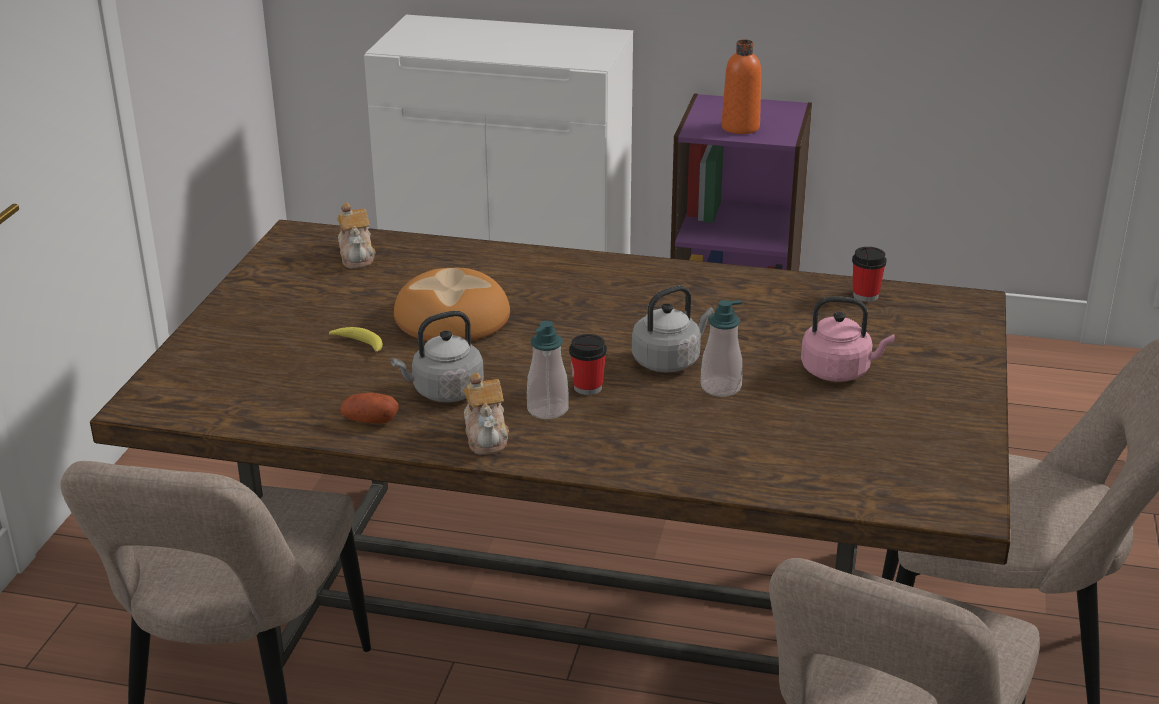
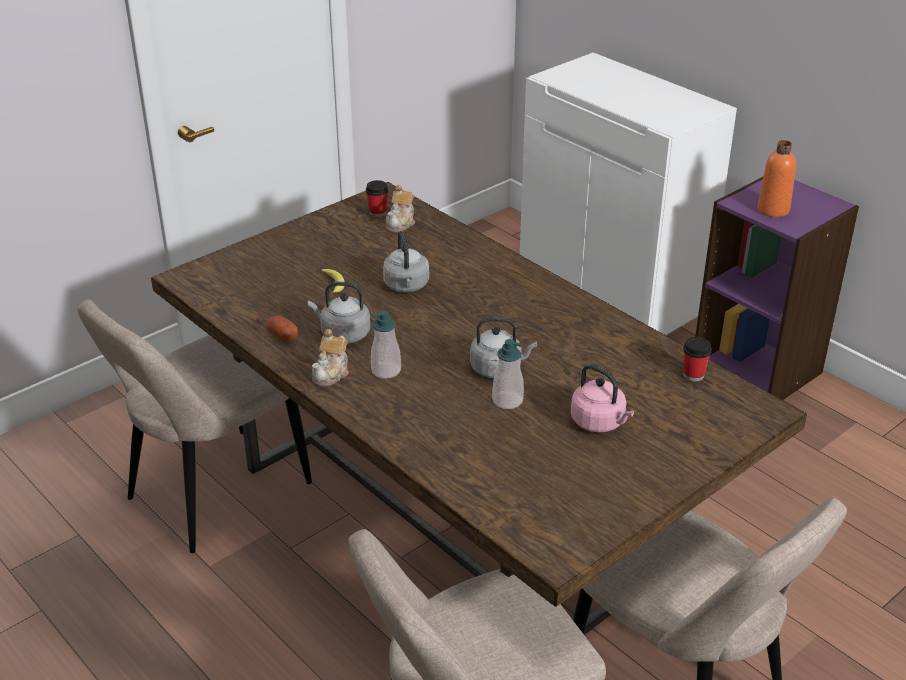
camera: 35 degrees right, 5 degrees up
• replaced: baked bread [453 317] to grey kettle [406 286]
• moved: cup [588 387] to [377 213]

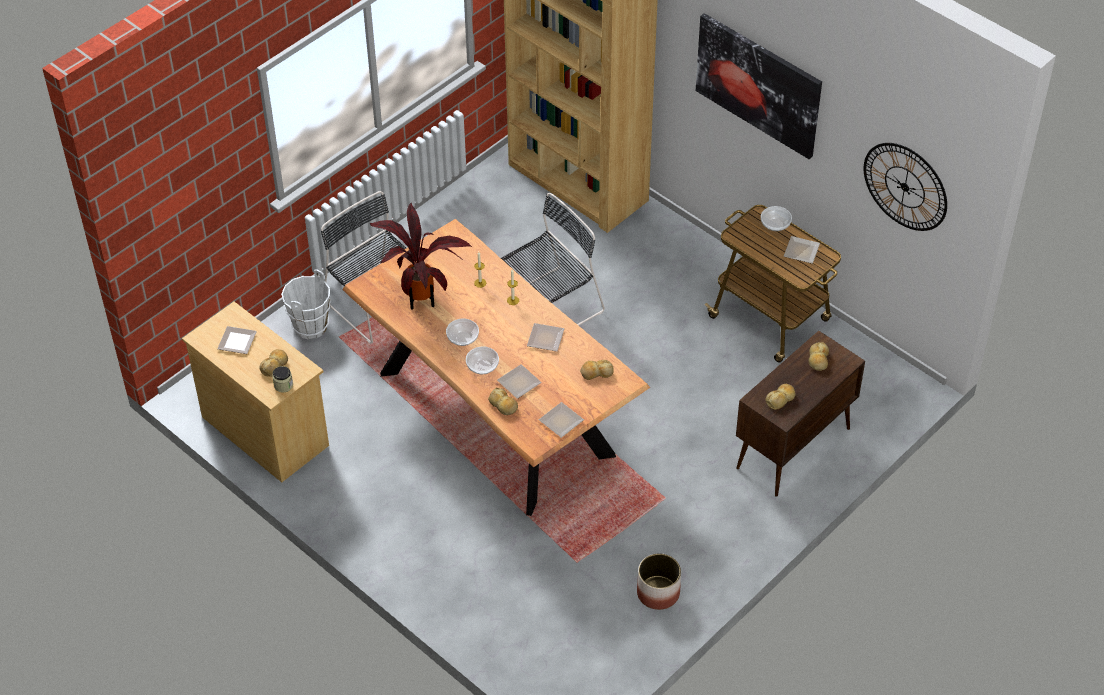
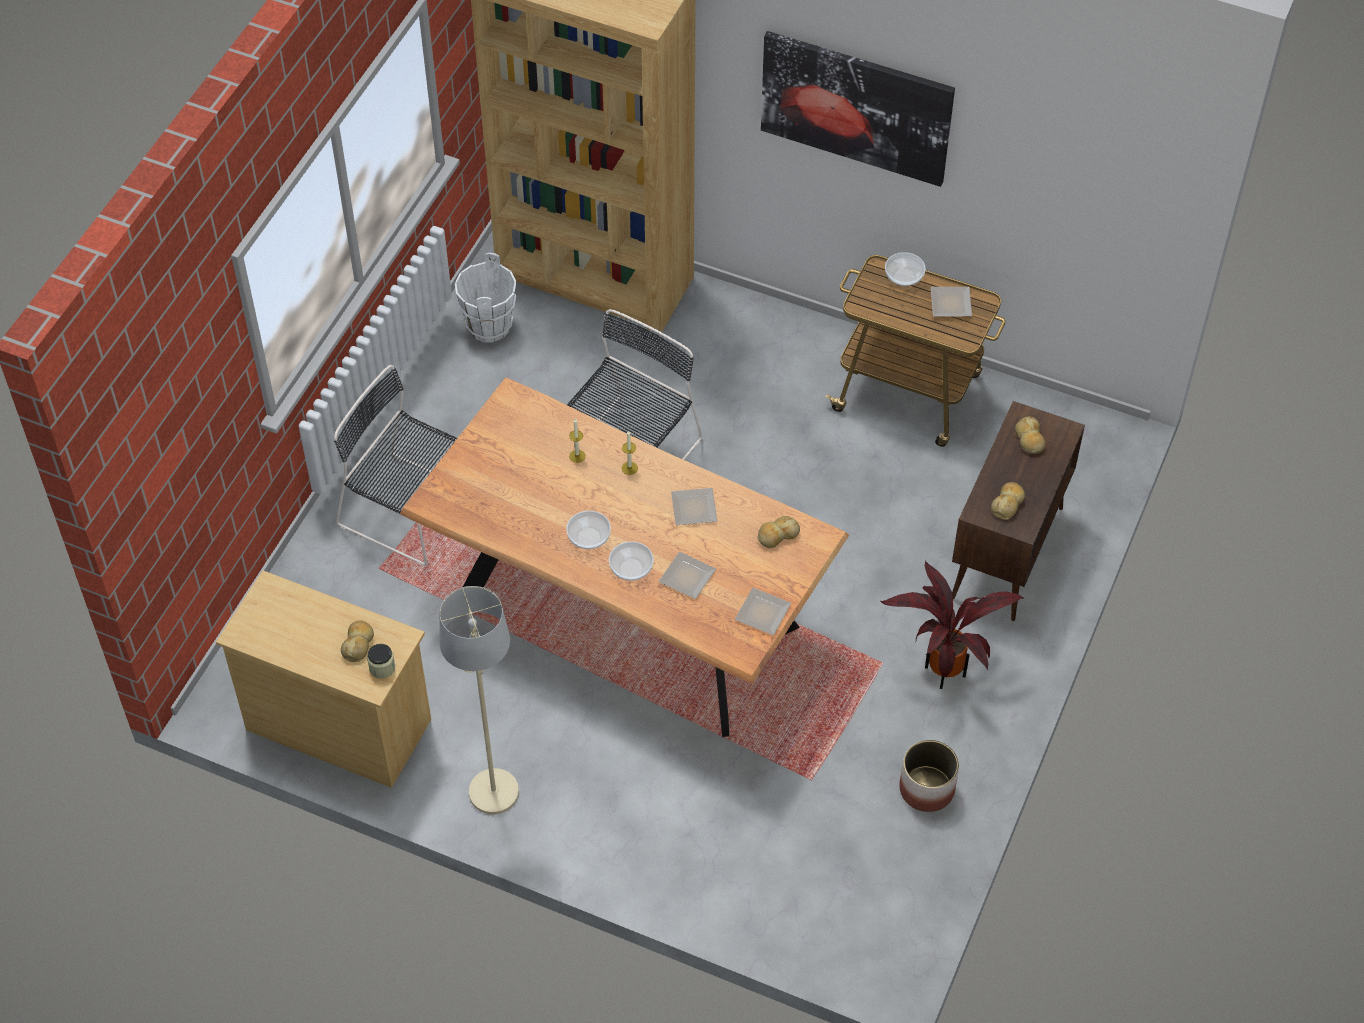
camera: 20 degrees left, 5 degrees up
• removed: clock on the wall [905 186]
• moved: potted plant [422 297] to [945 667]
• moved: white-coloured bucket [310 327] to [488 327]
• removed: dinner plate [236 341]
• removed: baked bread [503 405]
• added: beige standing lamp [494 792]

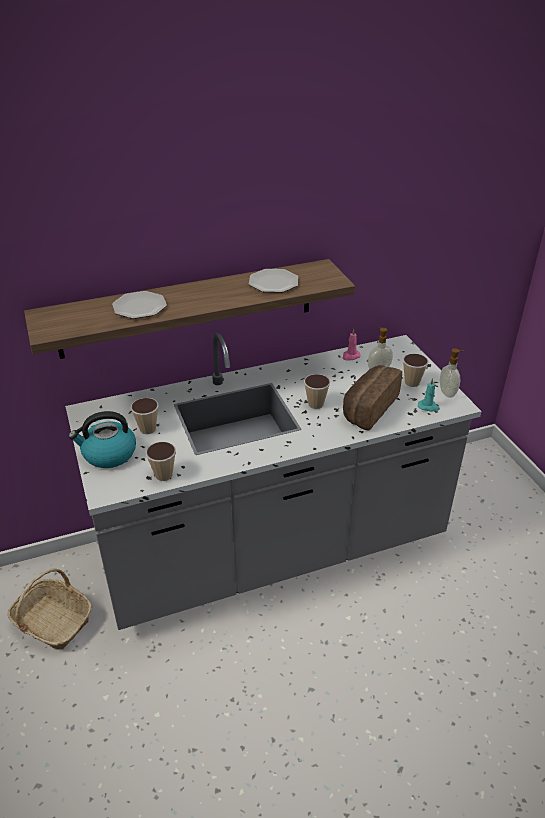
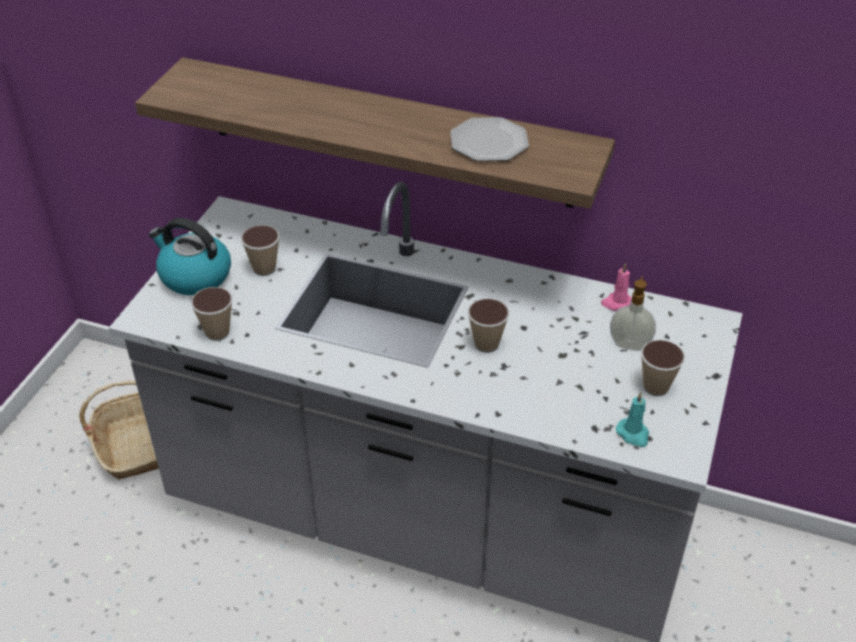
camera: 40 degrees right, 5 degrees up
• removed: dinner plate [140 307]
• removed: soap dispenser [448 392]
• removed: baked bread [368 408]

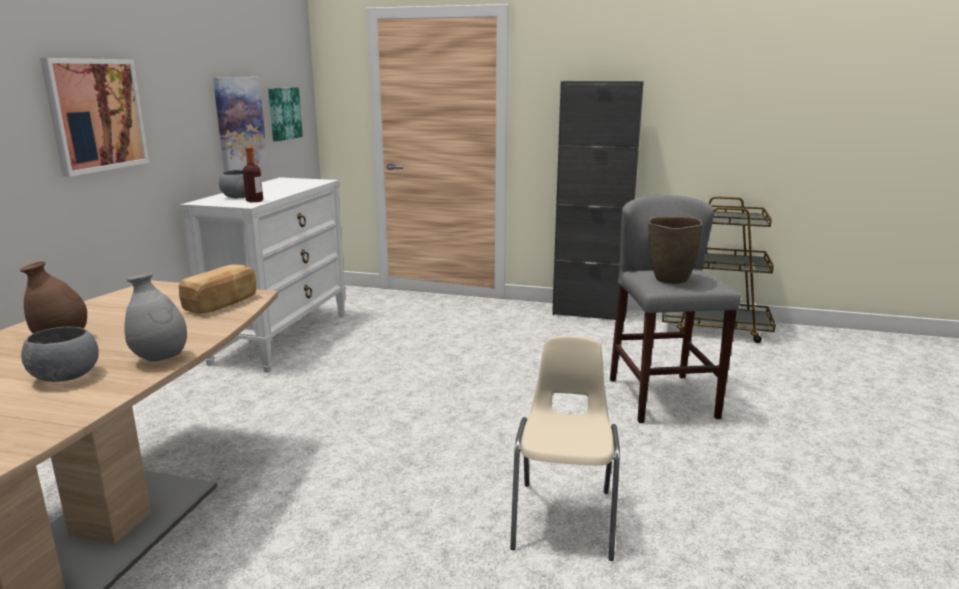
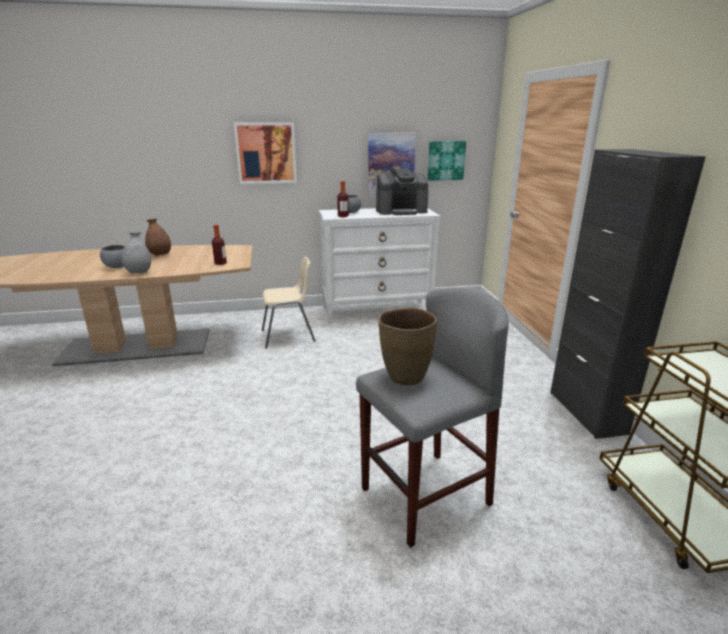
camera: 65 degrees right, 5 degrees up
• replaced: baked bread [222 304] to bottle [220 263]
• moved: beige upright chair [564 518] to [288 336]
• added: coffee machine [401 211]

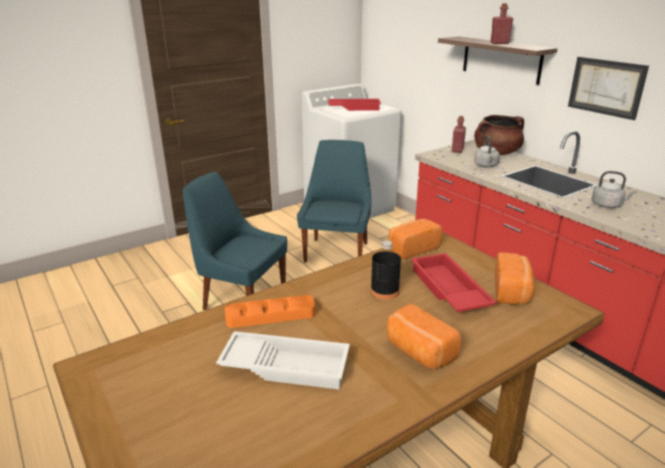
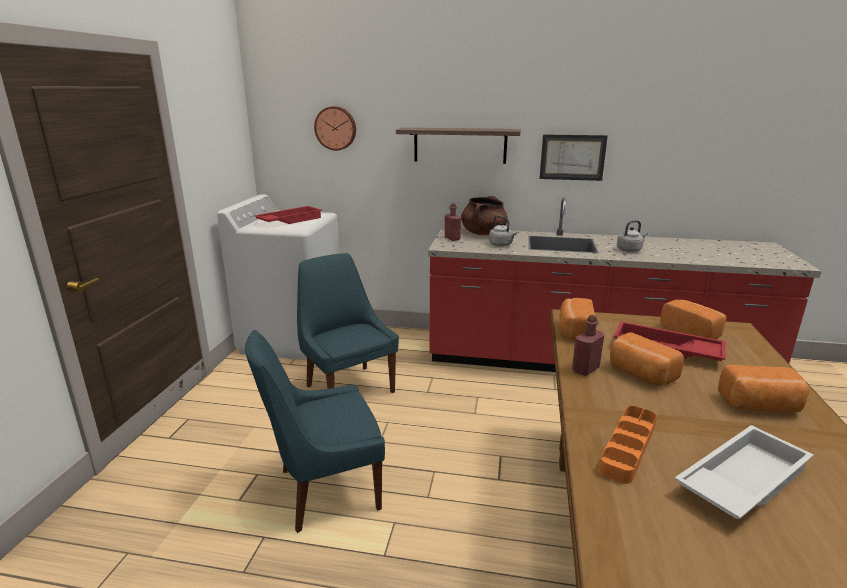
camera: 45 degrees left, 5 degrees down
• moved: reddish bottle [499 43] to [585 369]
• replaced: black-coloured bottle [385 291] to baked bread [640 374]
• added: clock on the wall [336 128]

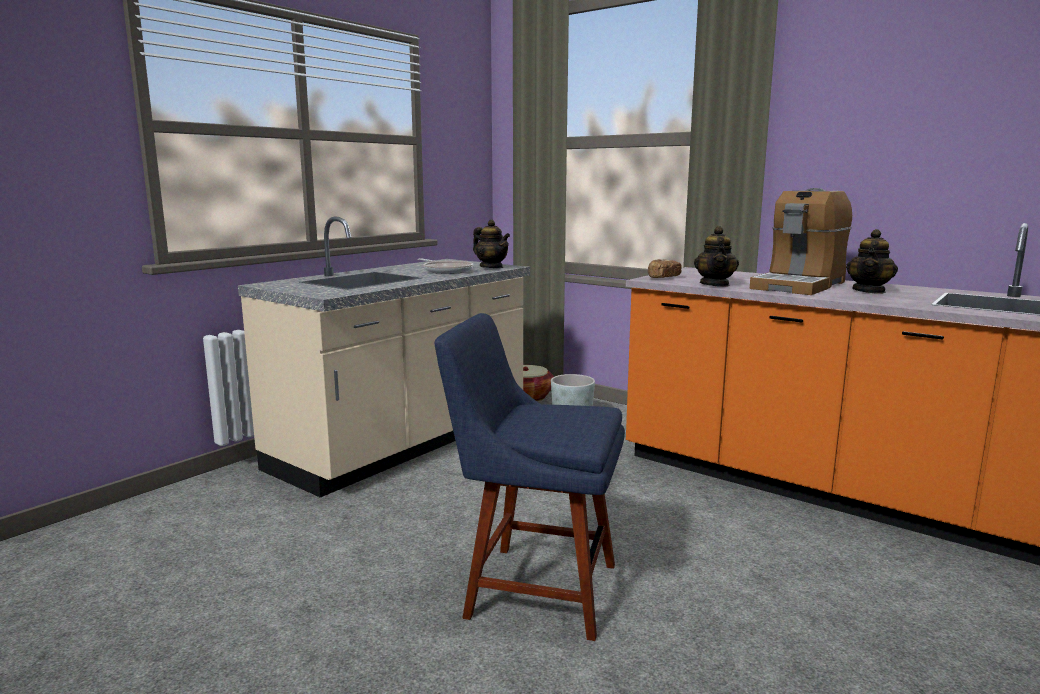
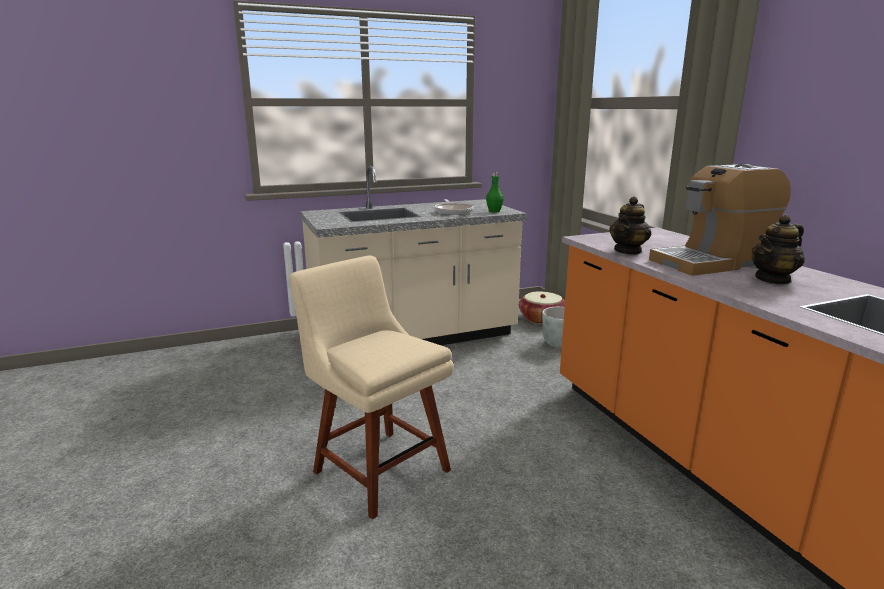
camera: 30 degrees right, 5 degrees up
• replaced: teapot [491 267] to green-coloured bottle [494 211]
• removed: baked bread [663 278]
• recoloured: blue-coloured upright chair [534 588] to beige upright chair [377 467]

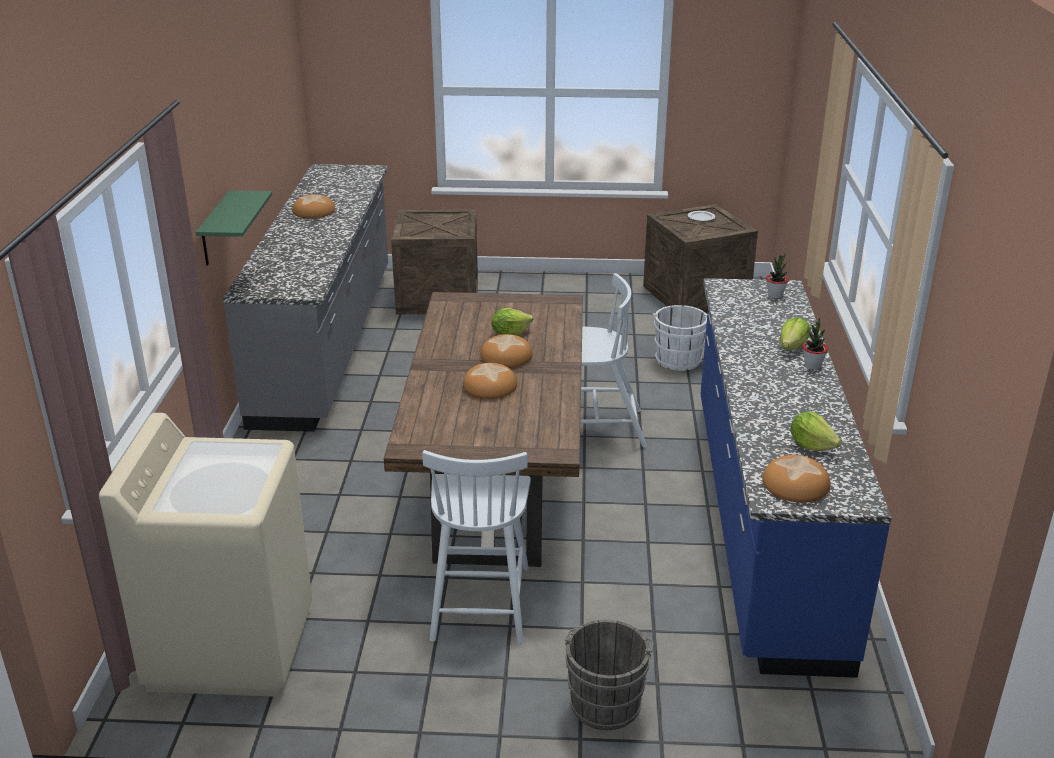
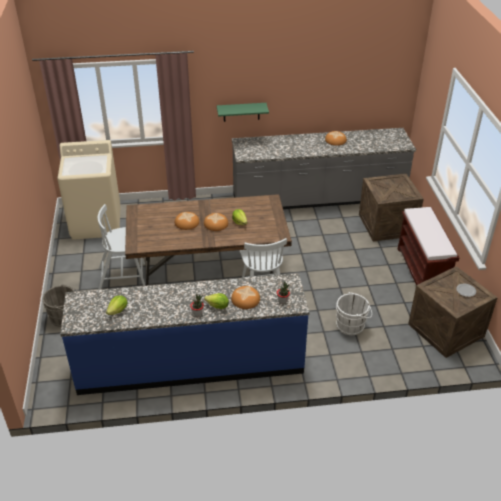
camera: 80 degrees right, 10 degrees up
• moved: baked bread [795 485] to [245 299]
• added: brown-coloured long seat [422 271]

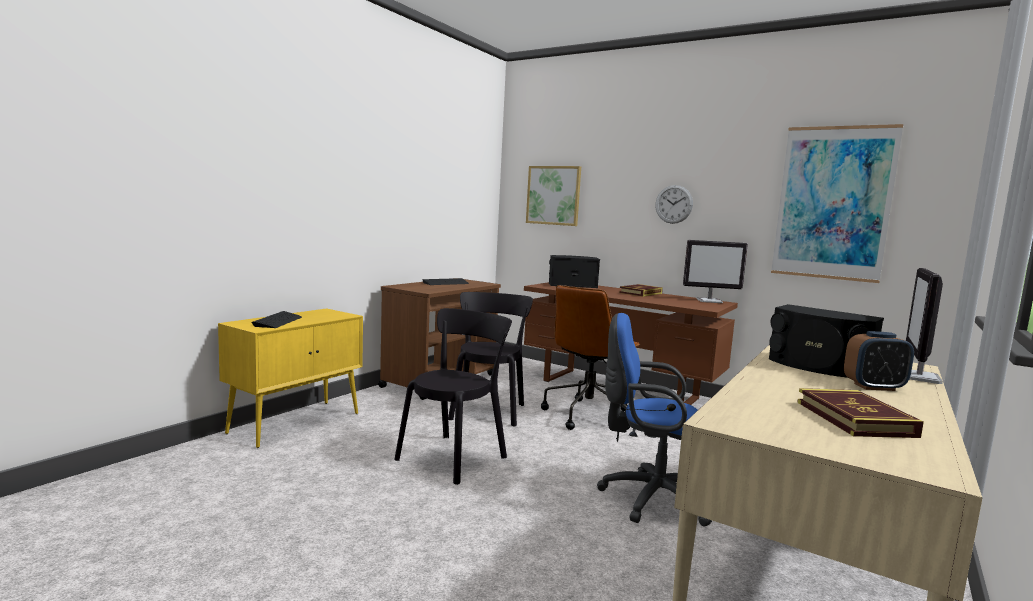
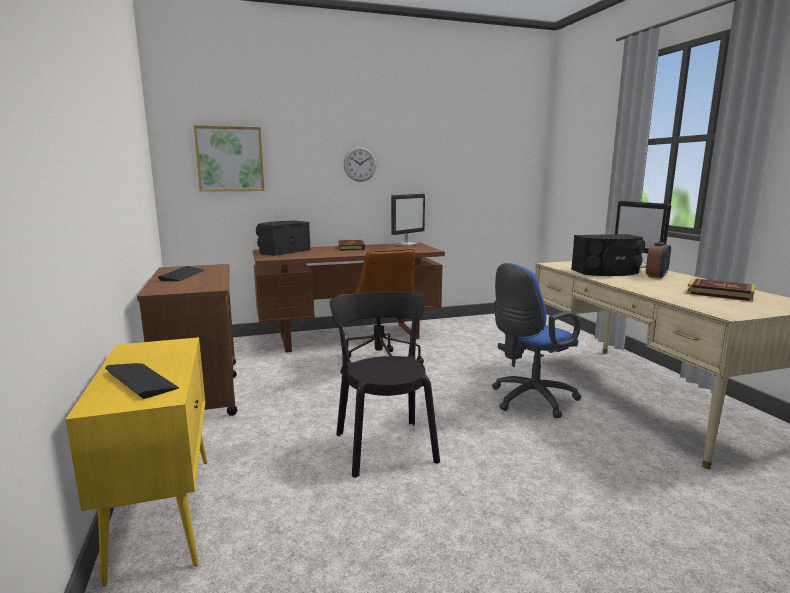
camera: 50 degrees left, 5 degrees up
• removed: wall picture [833 203]
• removed: black-coloured upright chair [488 410]

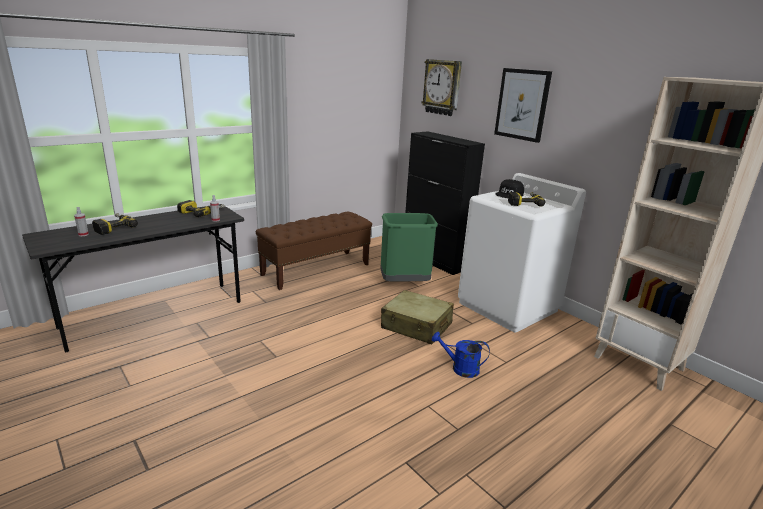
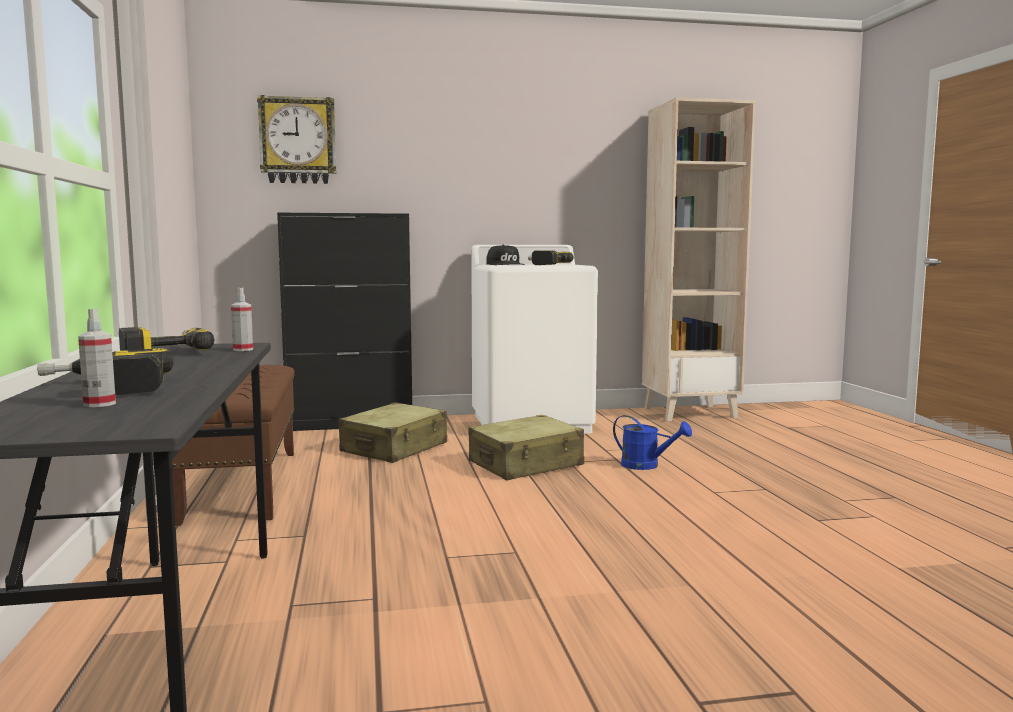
camera: 60 degrees left, 15 degrees down
• removed: wall picture [522 104]
• replaced: green-coloured waste bin [404 283] to beige piece of luggage [394 448]
• turned: blue-coloured watering pot [460 368] = [646 466] 105 degrees counterclockwise

